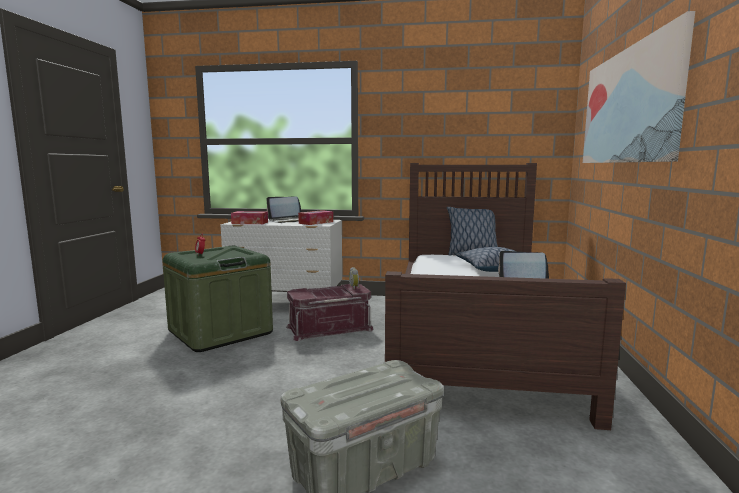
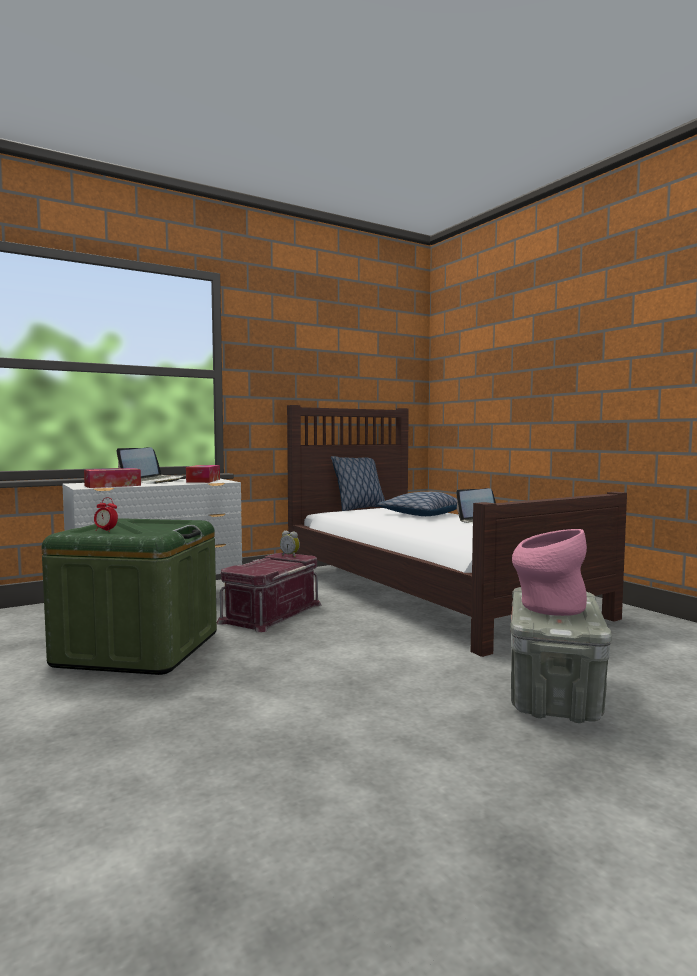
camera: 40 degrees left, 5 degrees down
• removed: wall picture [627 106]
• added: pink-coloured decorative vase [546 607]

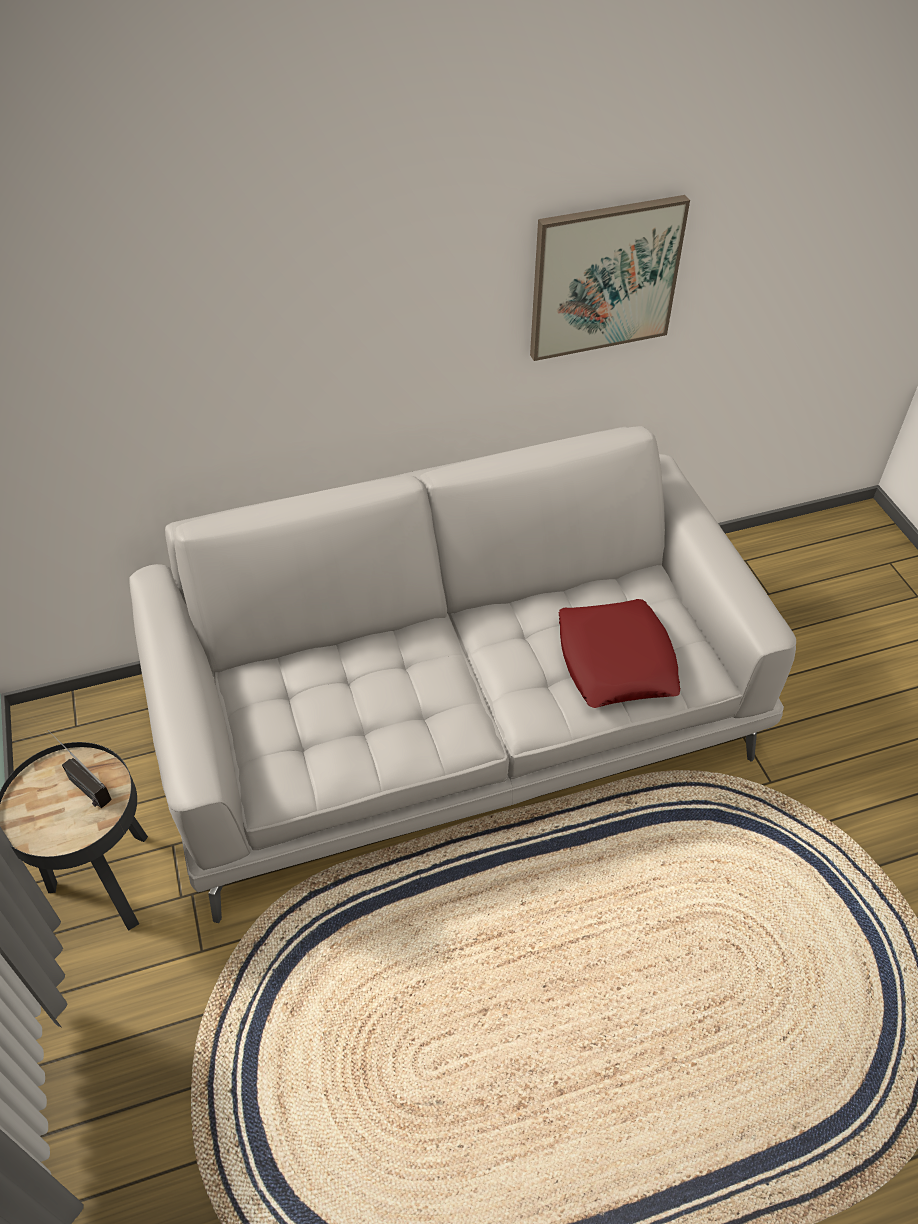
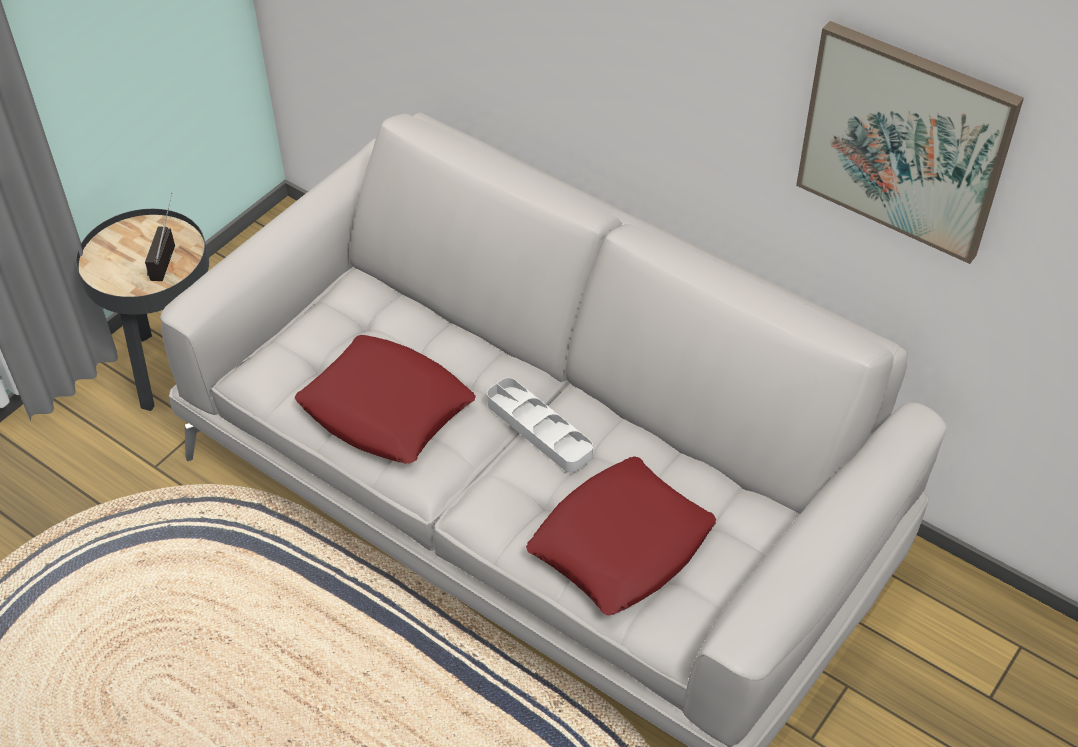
camera: 55 degrees right, 0 degrees up
• added: reddish throw pillow [386 408]
• added: grey carrying tray [539 429]

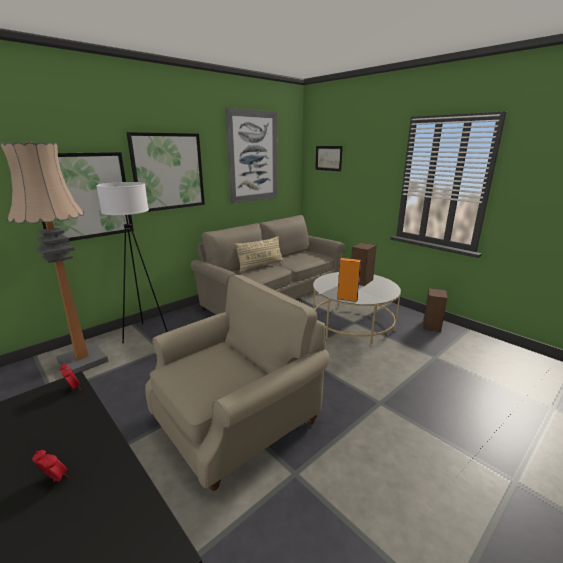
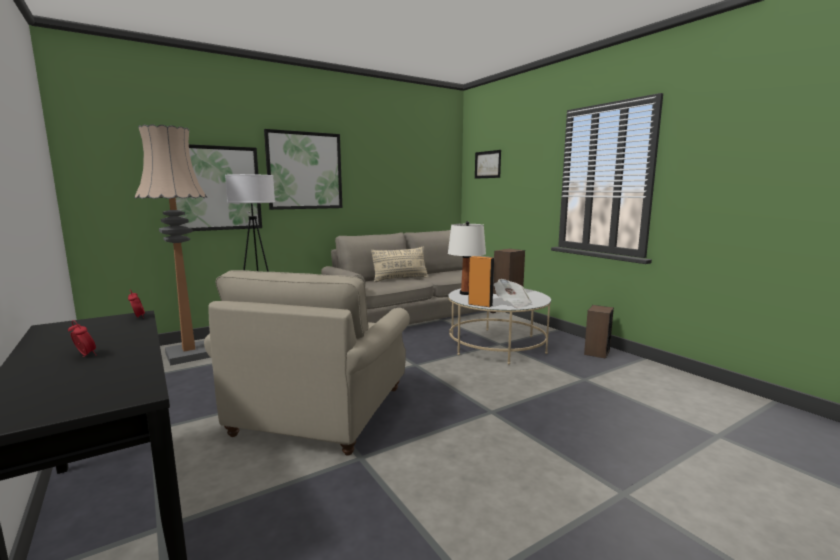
camera: 10 degrees right, 10 degrees down
• removed: wall picture [253 157]
• turned: beige armchair [237 420] = [321 411] 135 degrees clockwise
• added: white-coloured tabletop lamp [466 293]
• added: newspaper [511 303]

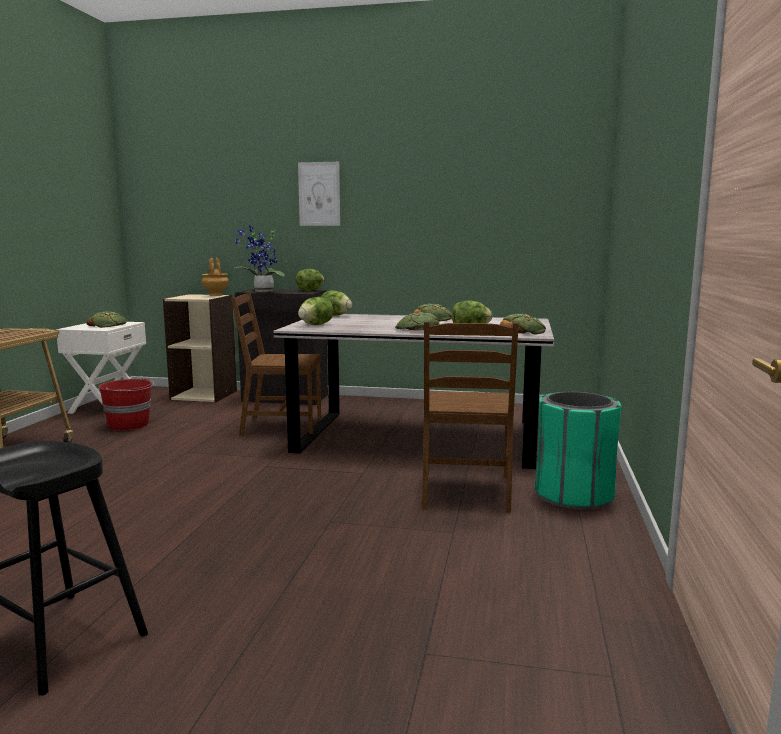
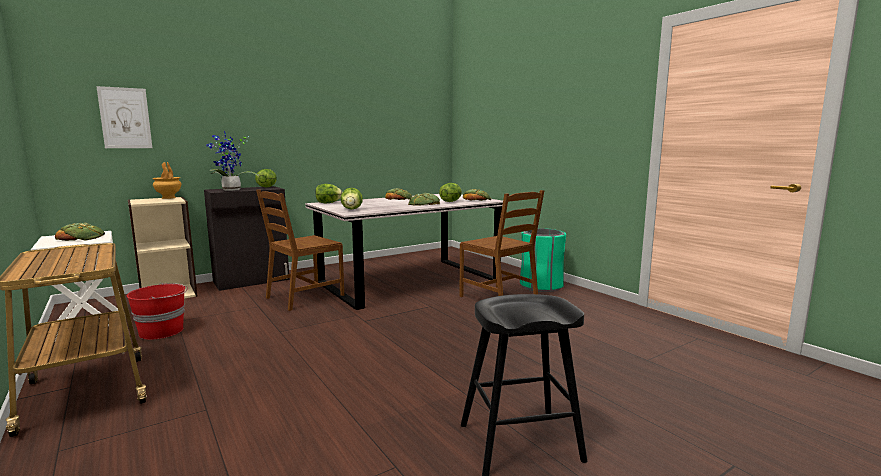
camera: 45 degrees left, 0 degrees up
• moved: wall picture [319 194] to [125 118]

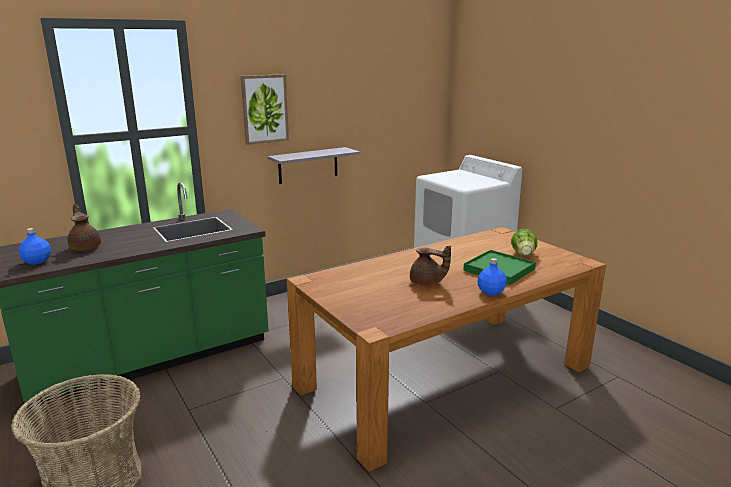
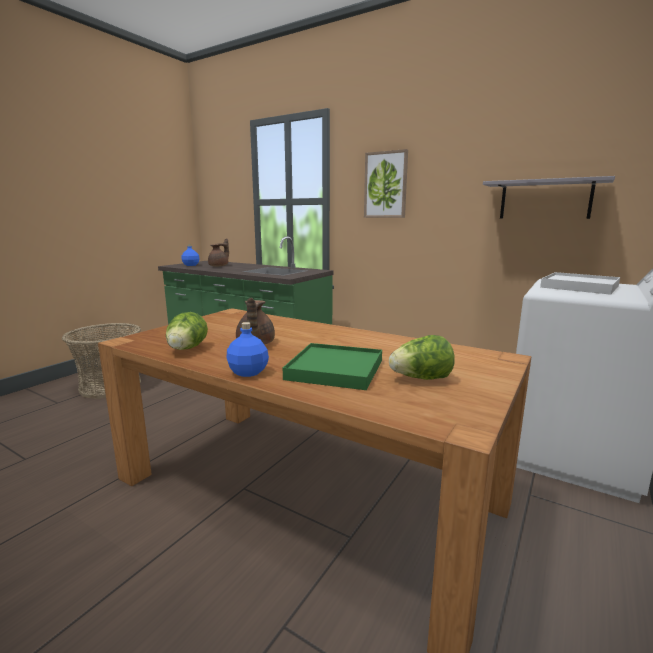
camera: 65 degrees right, 5 degrees down
• moved: grey bracket shelf [308 165] to [545 200]
• added: white-coloured carrying tray [579 286]
• added: lettuce [186 349]

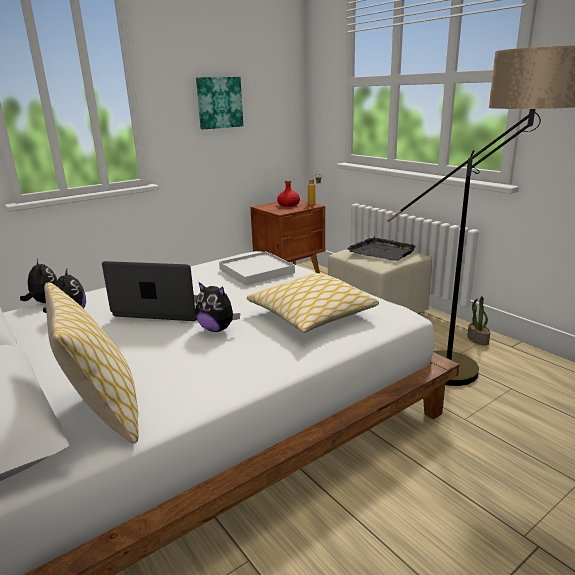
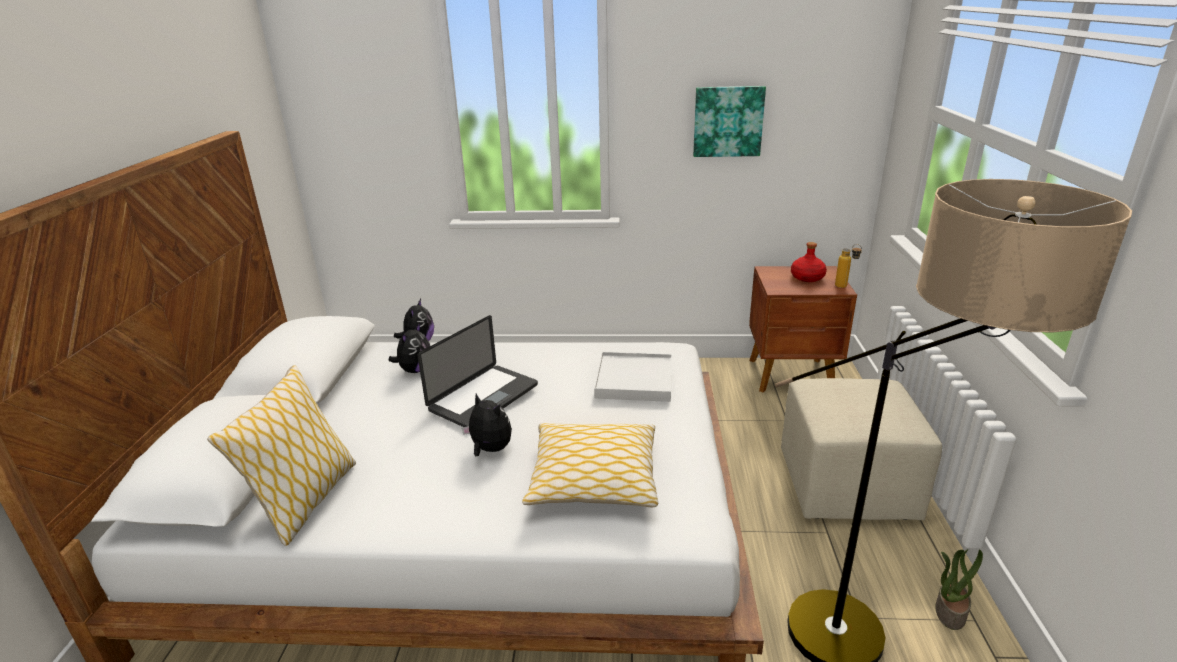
camera: 40 degrees right, 5 degrees up
• removed: black-coloured carrying tray [382 252]
• turned: laptop [164 309] = [484 398] 75 degrees clockwise
• turned: soft toy [217 329] = [489 449] 150 degrees clockwise

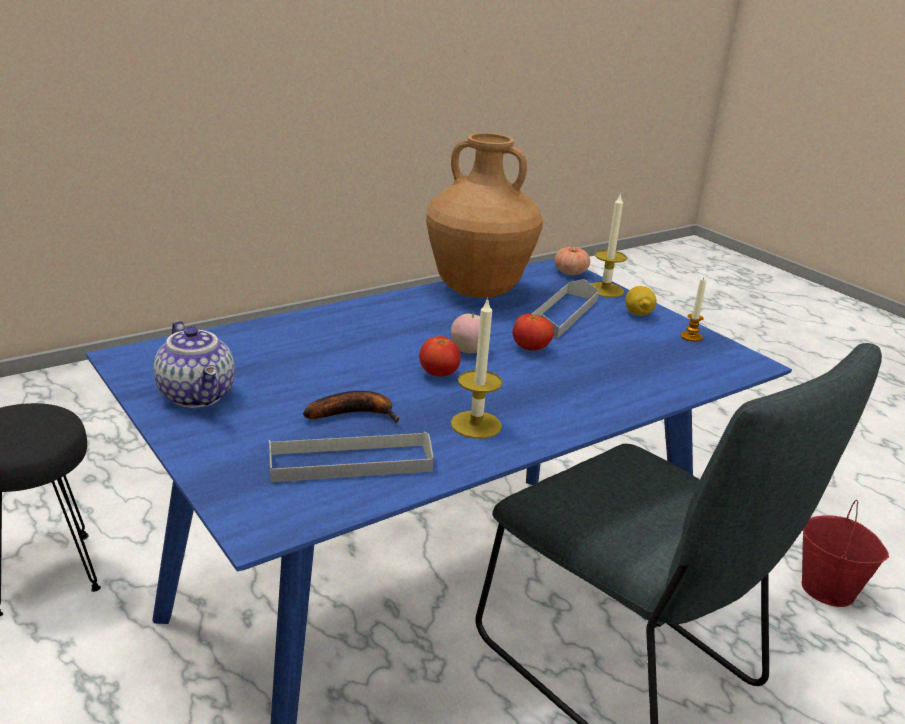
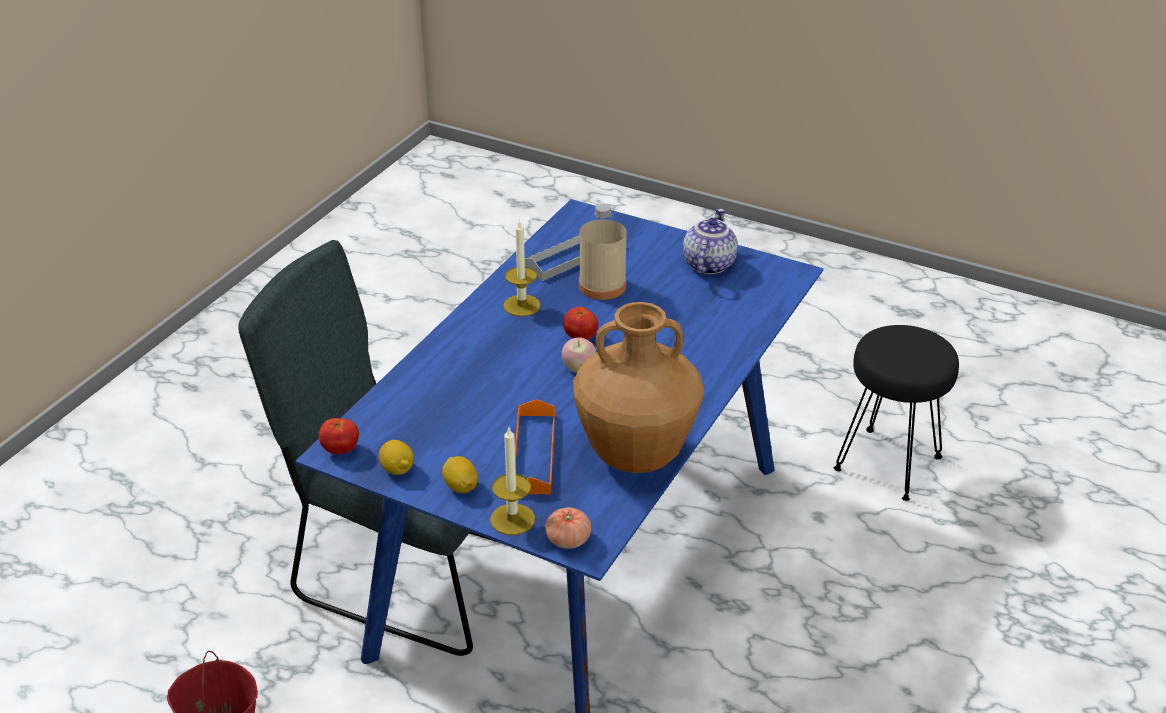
camera: 155 degrees right, 10 degrees up
• replaced: candle [691 337] to whole lemon [397 469]
• recoloured: grey carrying tray [562 314] to orange-coloured carrying tray [534 453]
• moved: fresh tomato [530 349] to [341 449]
• turned: teapot [199 395] = [707 264] 75 degrees clockwise
• replaced: banana fruit [355 414] to beige bottle [602 286]

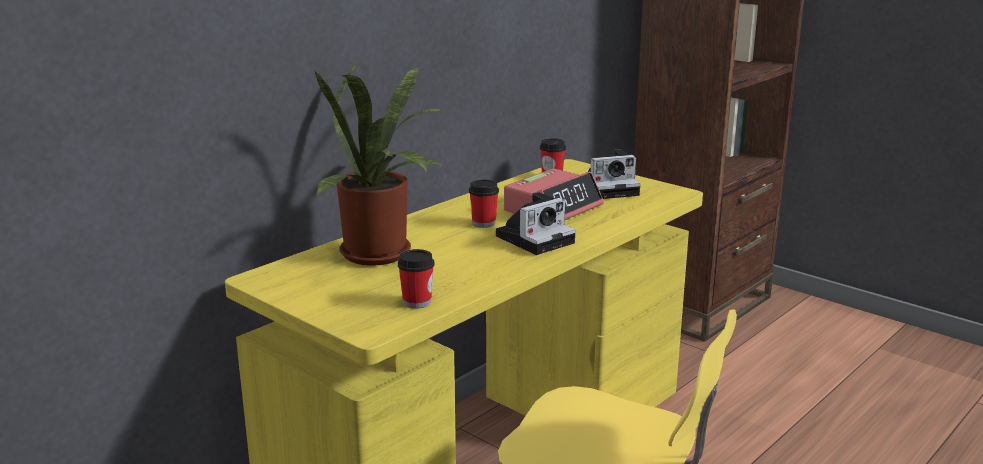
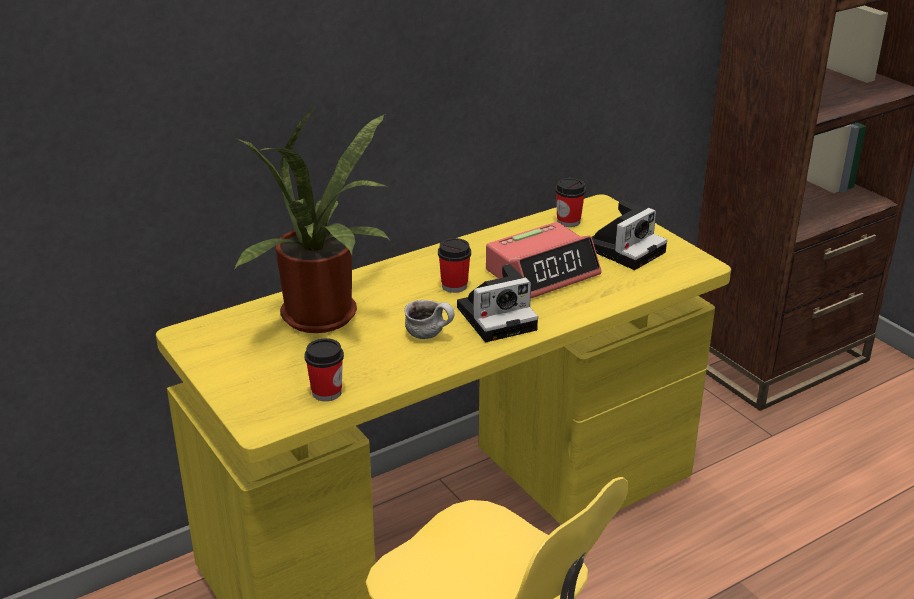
camera: 15 degrees right, 10 degrees up
• turned: photo camera [610 188] = [625 248] 45 degrees counterclockwise
• added: mug [430 334]

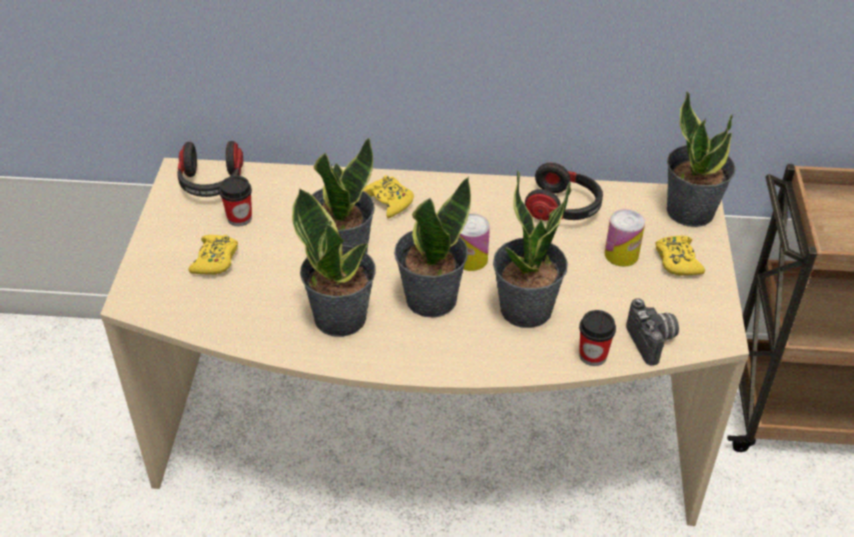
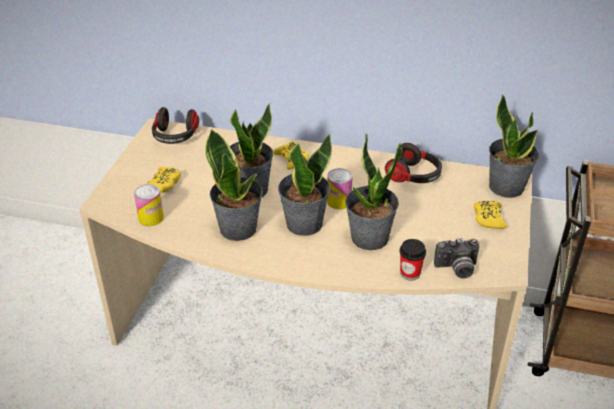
camera: 10 degrees right, 5 degrees down
• removed: cup [239 218]
• moved: can [621 254] to [151 218]
• turned: photo camera [653 341] = [456 269] 90 degrees clockwise

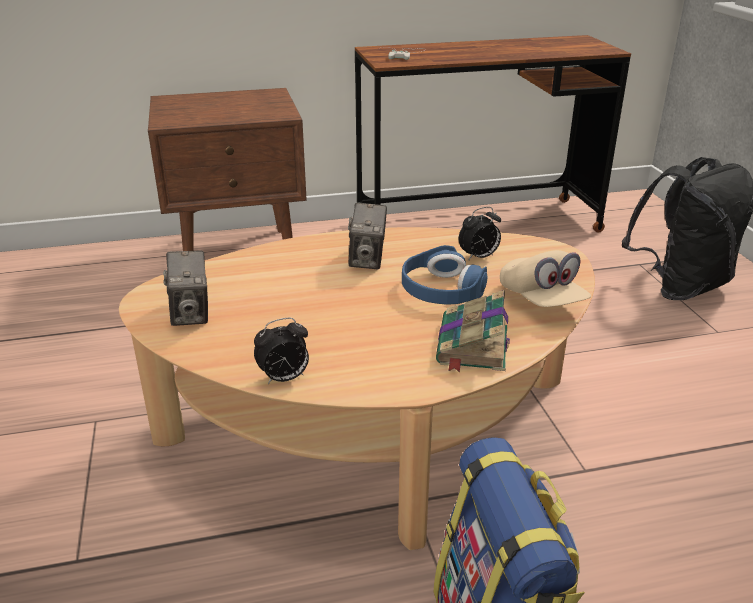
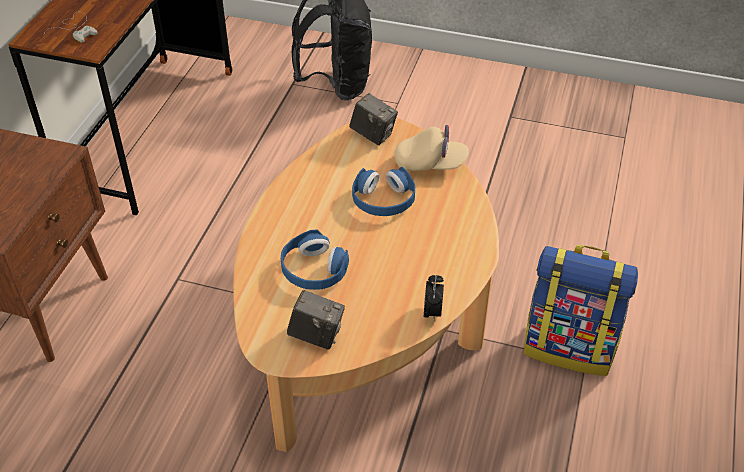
camera: 60 degrees left, 15 degrees up
• moved: photo camera [367 260] to [373 135]
• removed: table clock [478 257]
• removed: volume [472 346]
• added: blue-coloured headphones [313 269]

